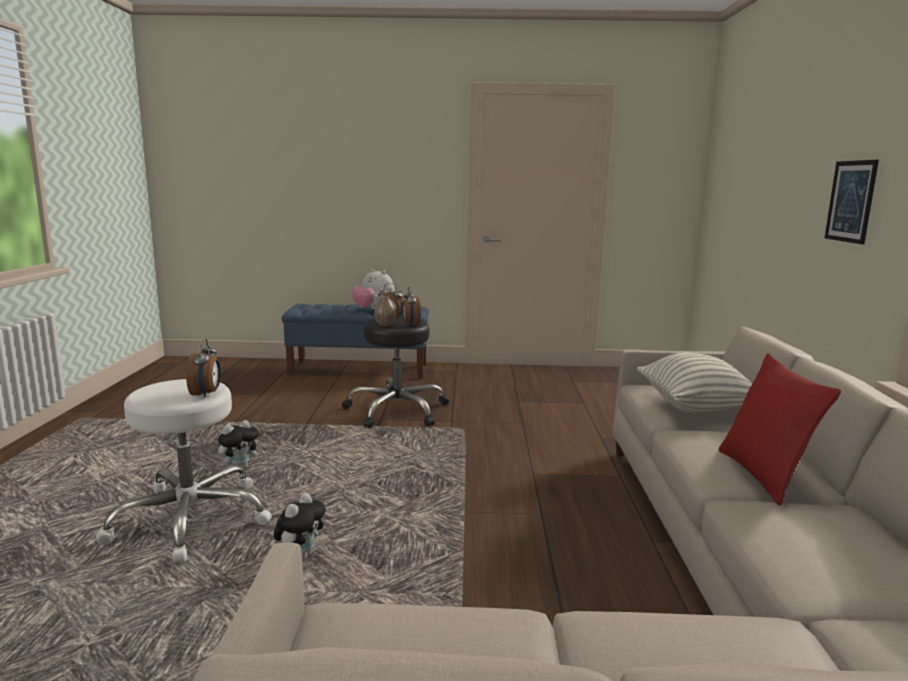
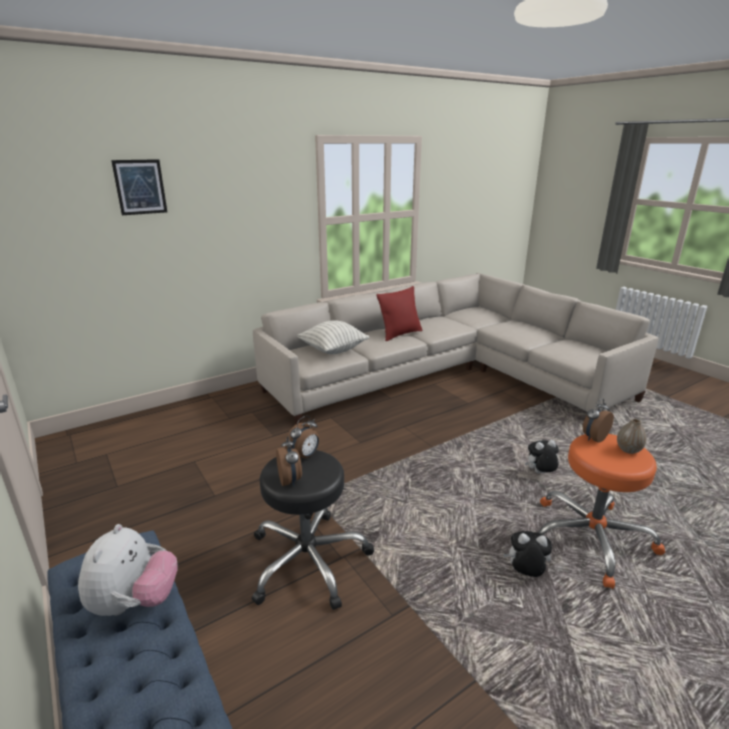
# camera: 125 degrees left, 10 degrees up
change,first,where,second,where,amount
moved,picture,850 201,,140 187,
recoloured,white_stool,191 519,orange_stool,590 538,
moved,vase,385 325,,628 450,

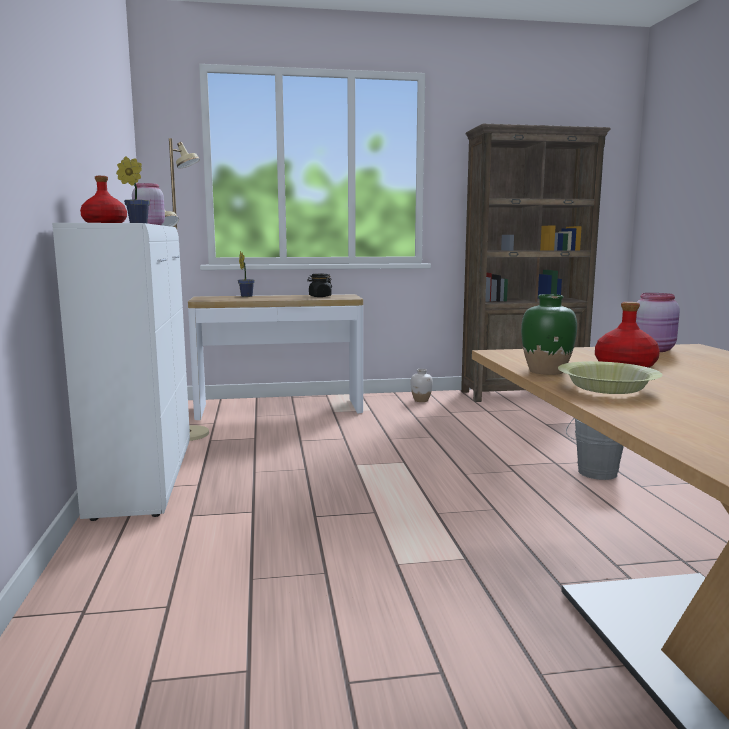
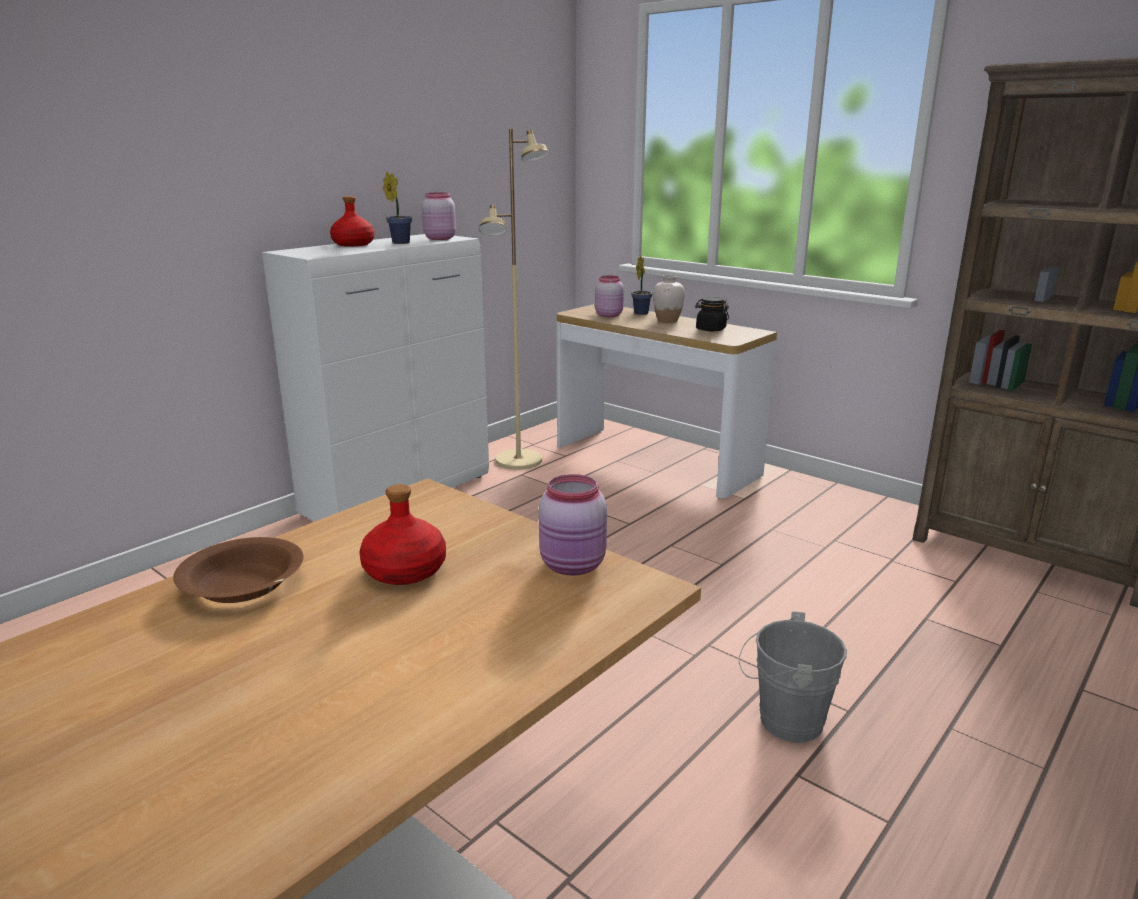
# camera: 50 degrees right, 10 degrees up
change,first,where,second,where,amount
recoloured,yellow_bowl,607 389,brown_bowl,243 585,
added,,,pink_jar,609 315,
moved,white_vase,421 400,,667 321,
removed,green_vase,546 371,,,

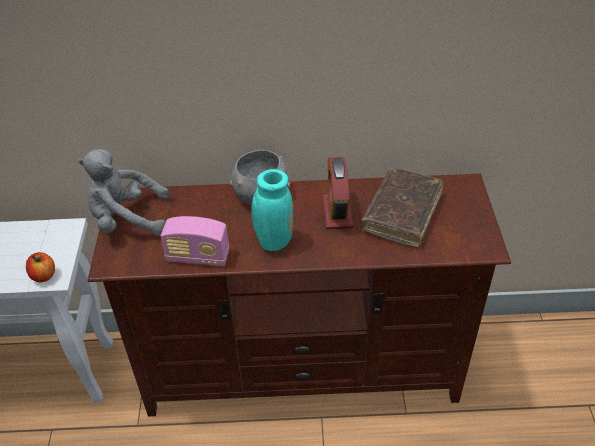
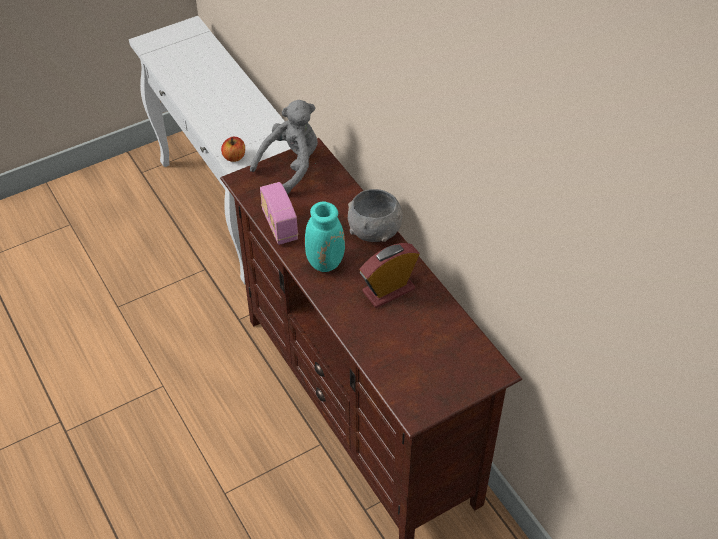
# camera: 60 degrees right, 5 degrees up
change,first,where,second,where,amount
turned,grey_plush_toy,127 220,,291 166,75 degrees clockwise
removed,brown_book,402 213,,,

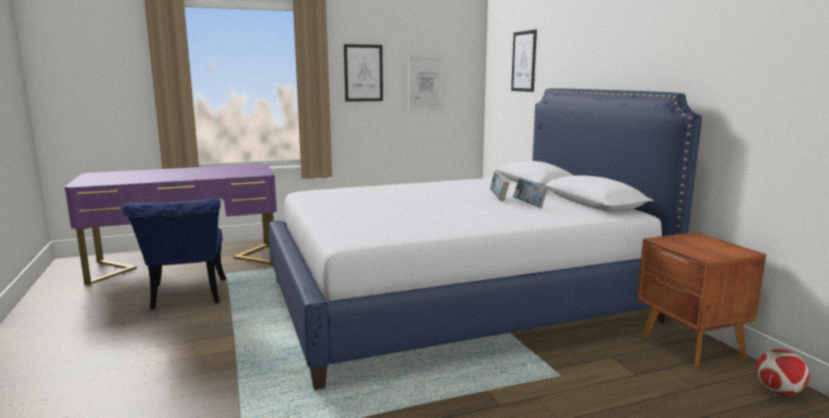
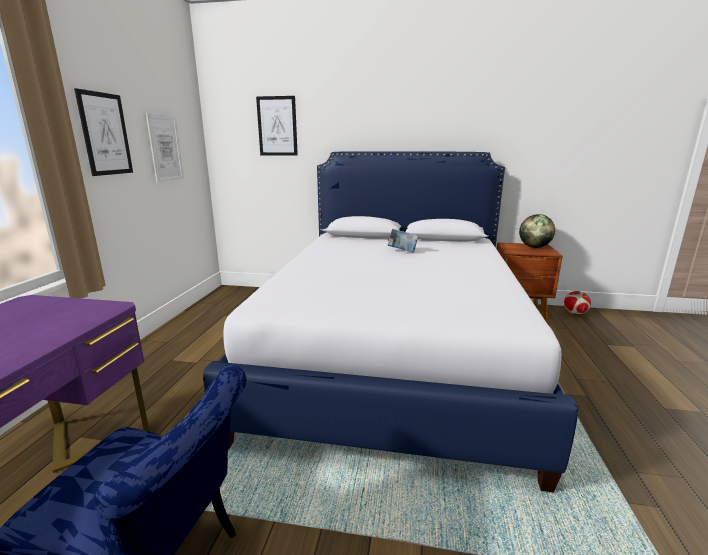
# camera: 60 degrees left, 5 degrees up
change,first,where,second,where,amount
added,,,globe,534 247,
removed,book,529 205,,,

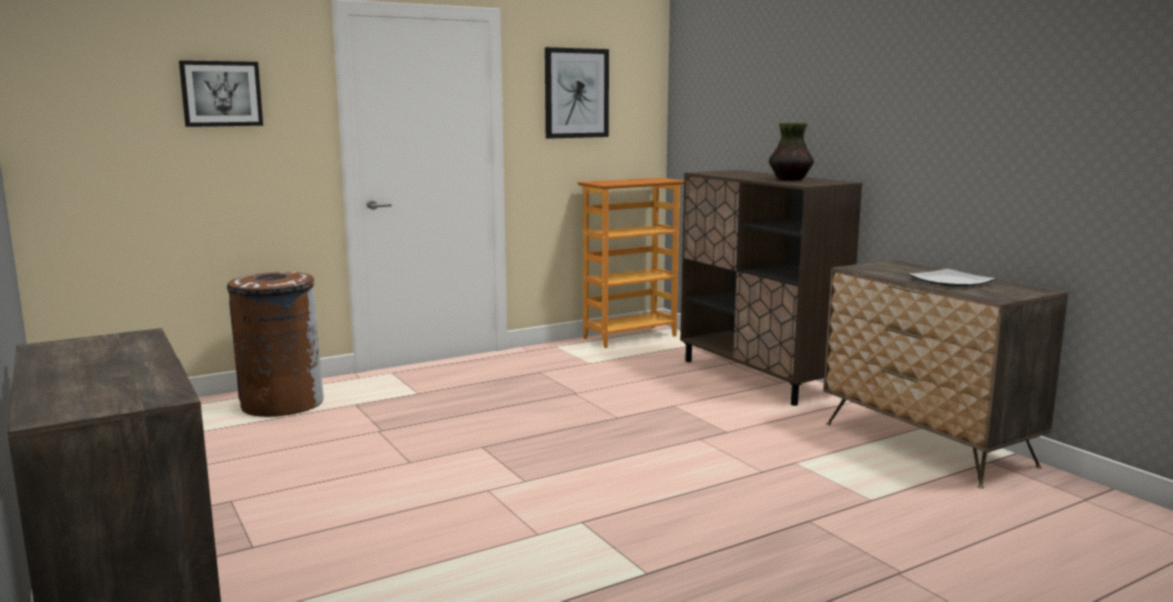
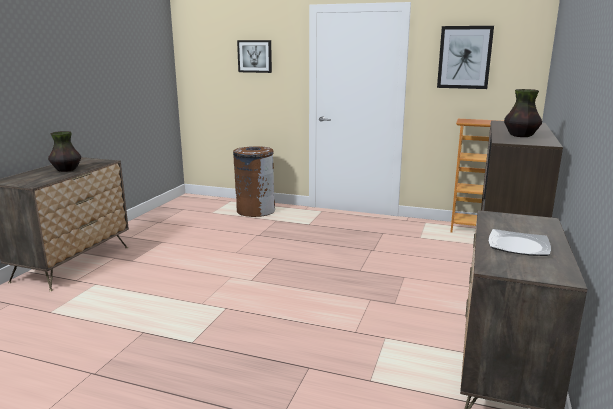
# camera: 50 degrees right, 5 degrees up
change,first,where,second,where,amount
added,,,vase,66 170,

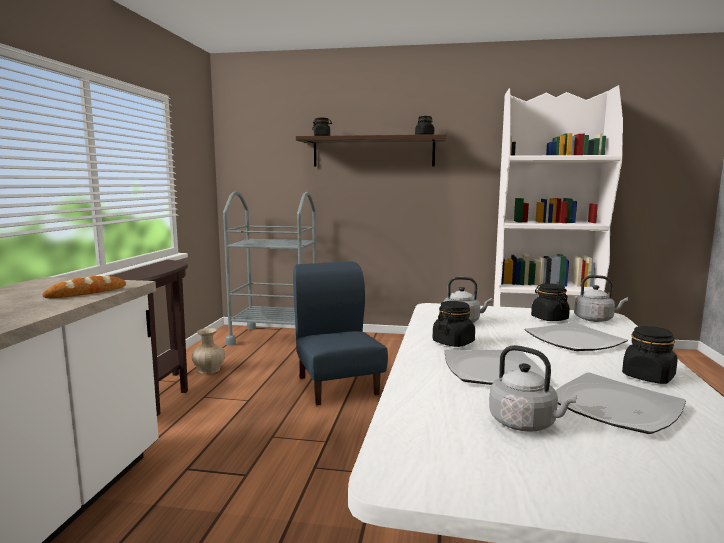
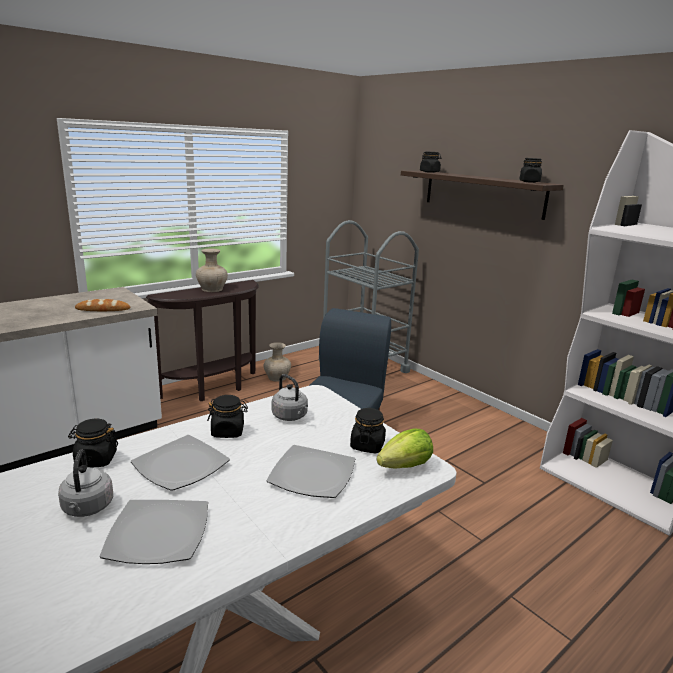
# camera: 40 degrees right, 10 degrees up
change,first,where,second,where,amount
moved,black_jar,648 377,,96 459,
added,,,beige_vase,212 289,
replaced,grey_kettle,595 319,lettuce,405 466,

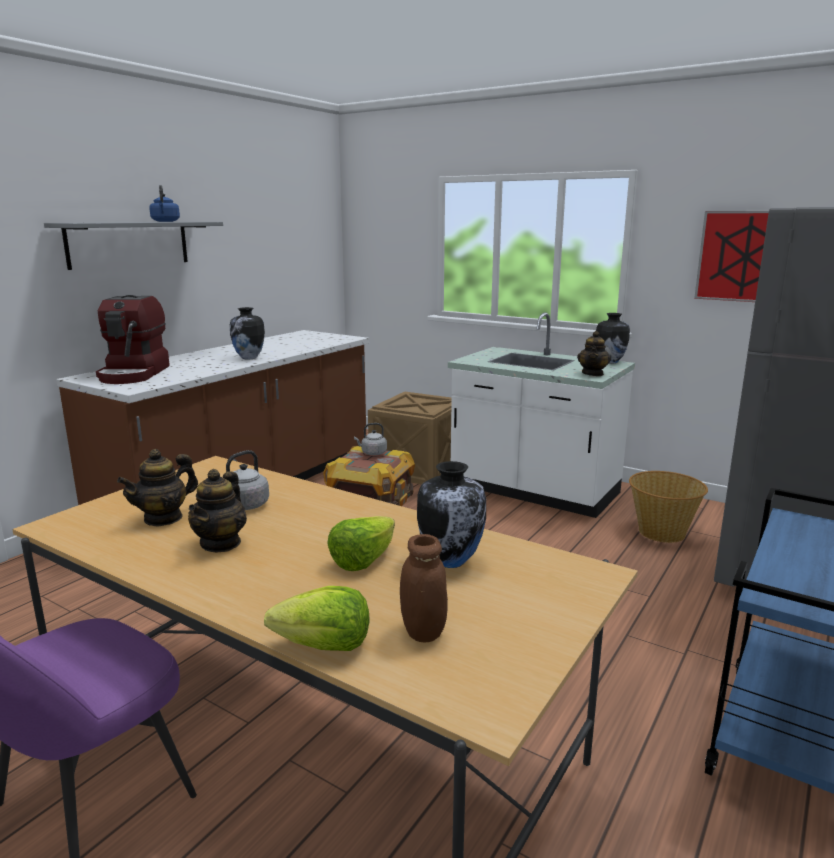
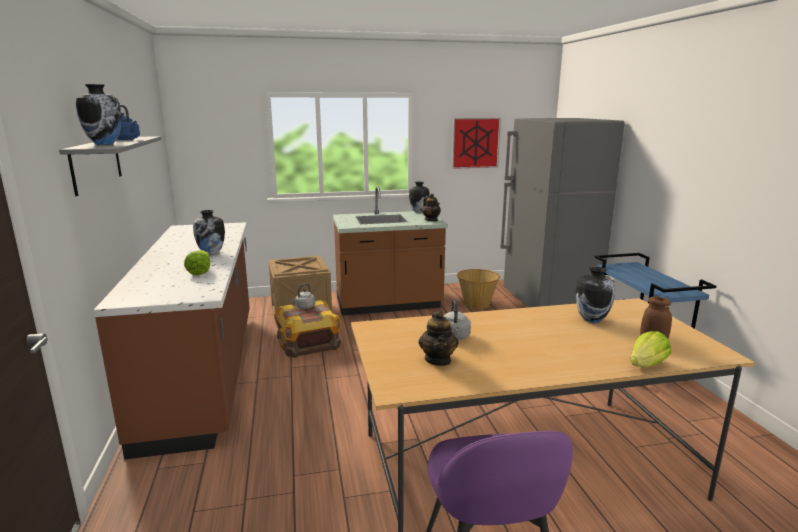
# camera: 45 degrees left, 0 degrees up
change,first,where,second,where,amount
added,,,vase,105 144,
moved,lettuce,363 560,,200 272,
recoloured,white_counter,534 491,brown_counter,388 304,
removed,coffee_machine,135 374,,,
removed,teapot,221 543,,,

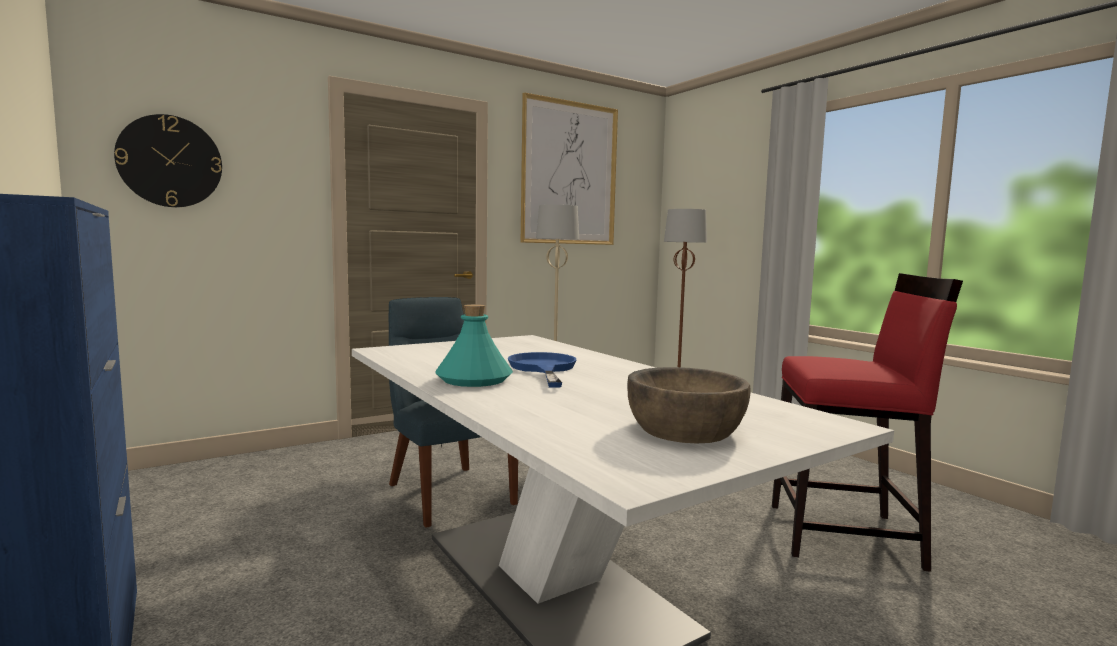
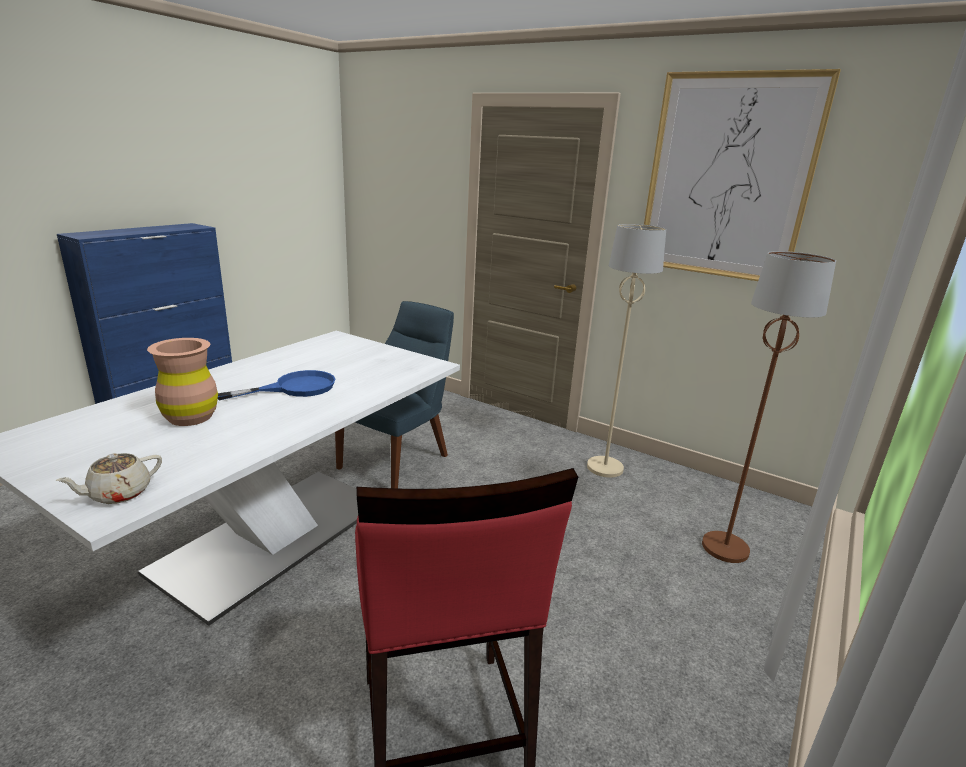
# camera: 65 degrees right, 15 degrees up
change,first,where,second,where,amount
added,,,beige_teapot,118 494,
added,,,brown_vase,190 417,
removed,wall_clock,170 161,,,
removed,turquoise_bottle,474 379,,,
removed,brown_bowl,684 429,,,

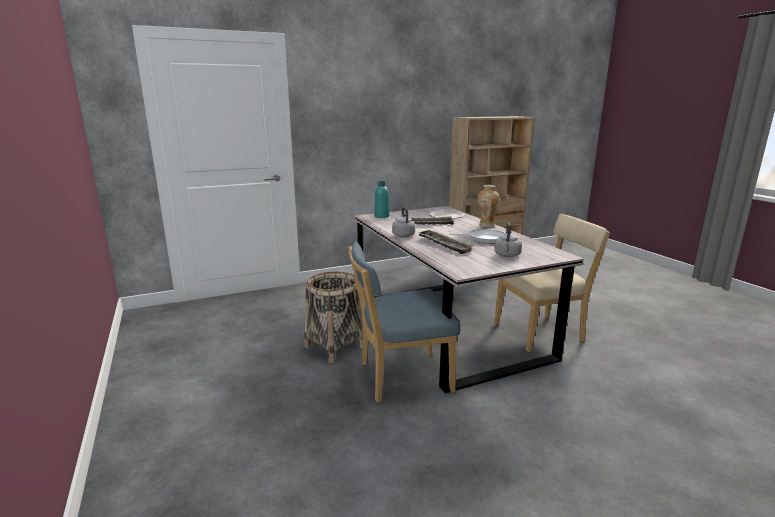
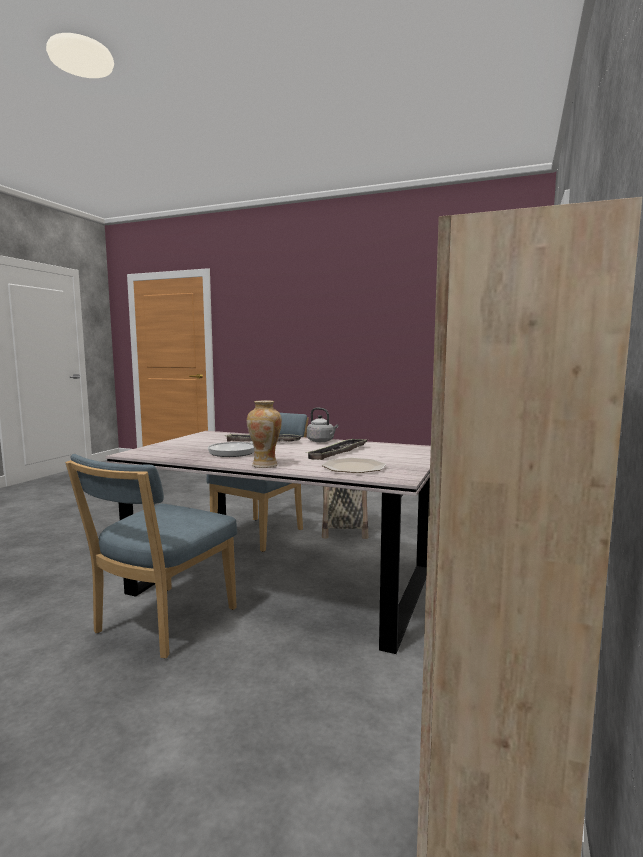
# camera: 135 degrees right, 10 degrees down
change,first,where,second,where,amount
recoloured,beige_chair,542 332,blue_chair,161 623,
removed,turquoise_bottle,381 216,,,
removed,grey_kettle,507 255,,,

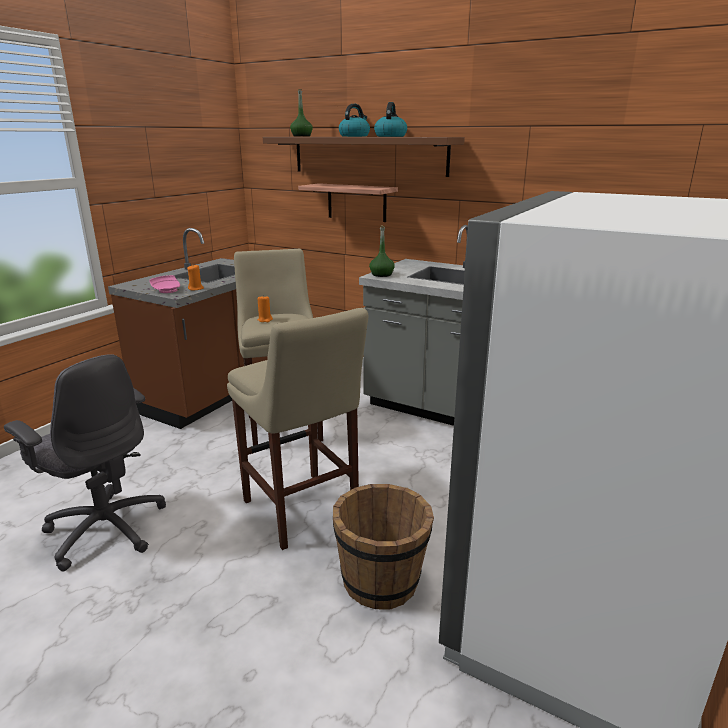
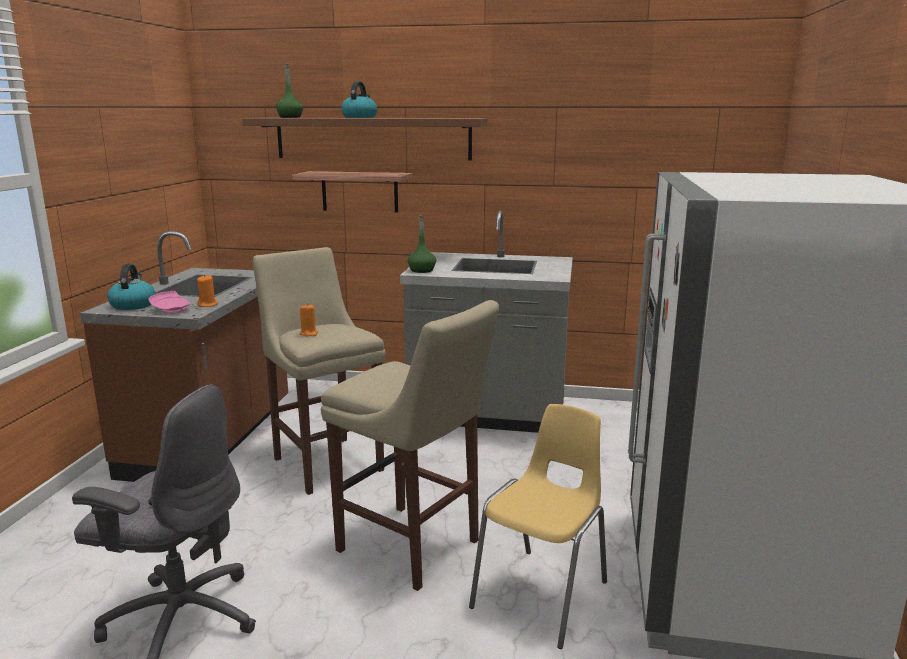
# camera: 20 degrees left, 5 degrees down
change,first,where,second,where,amount
moved,kettle,390 136,,133 305,
replaced,brown_bucket,381 580,yellow_chair,542 595,

